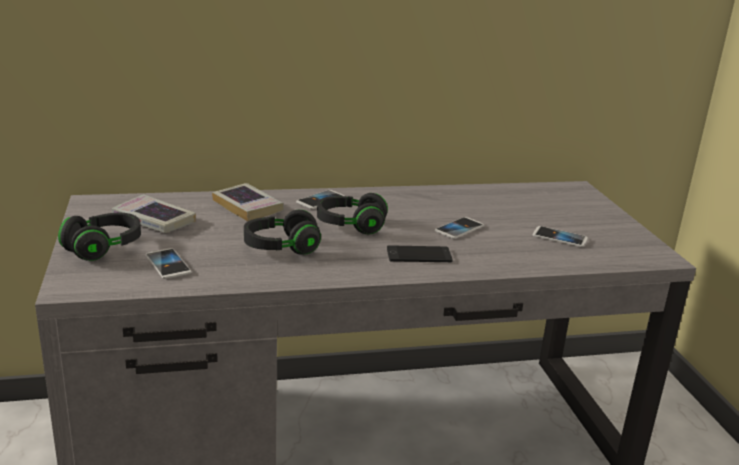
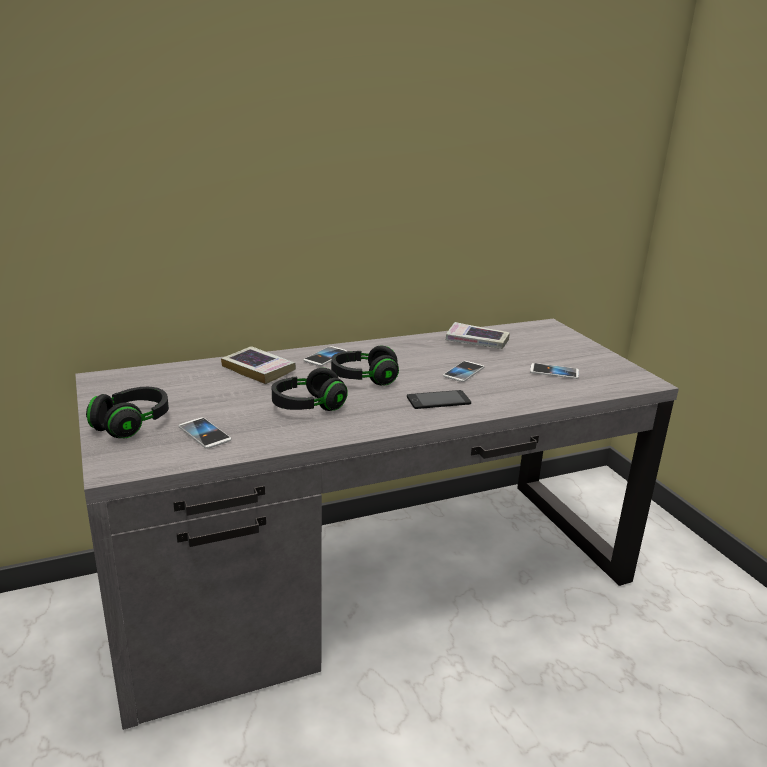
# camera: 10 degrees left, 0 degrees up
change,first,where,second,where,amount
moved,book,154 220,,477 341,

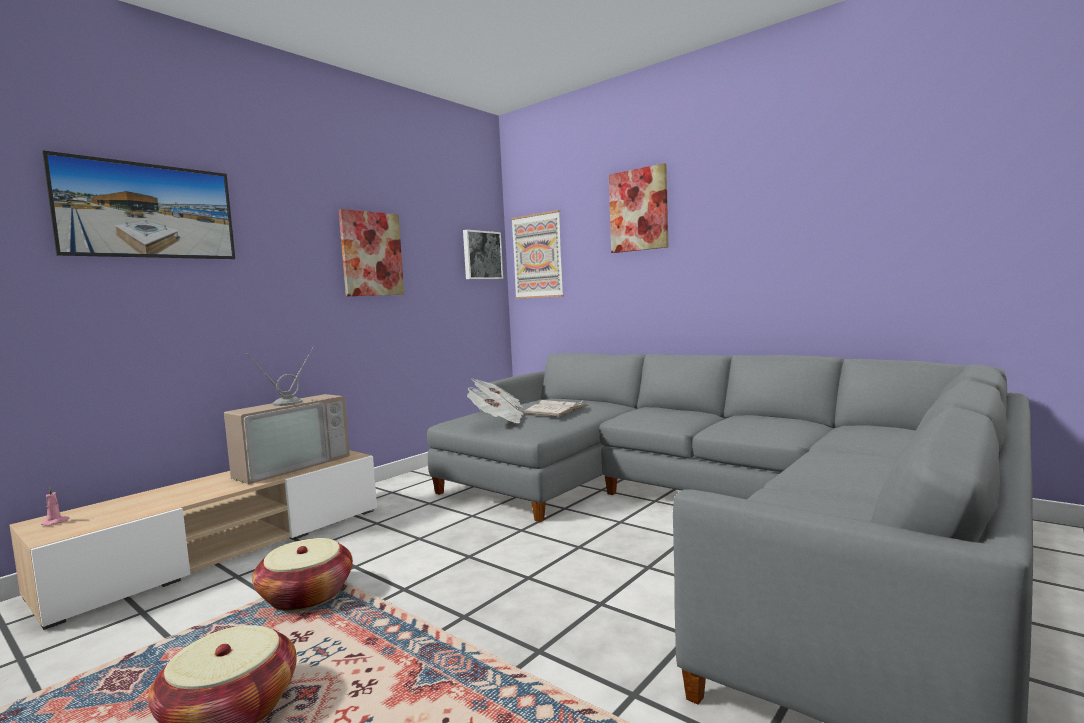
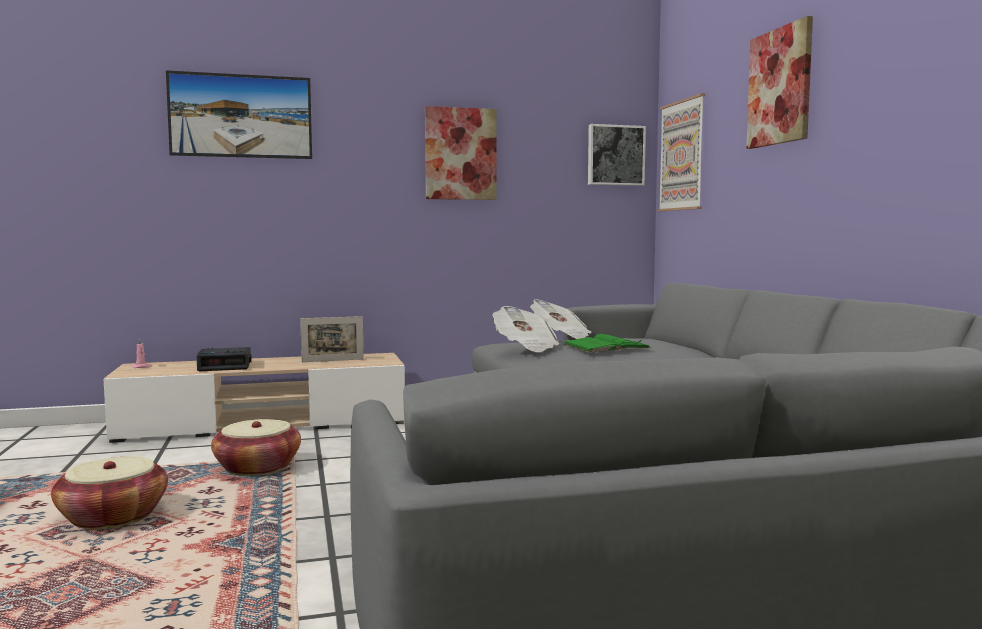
# camera: 35 degrees right, 0 degrees up
change,first,where,second,where,amount
added,,,alarm_clock,225 366,
replaced,television,290 465,picture_frame,332 360,
recoloured,white_book,556 409,green_book,606 346,

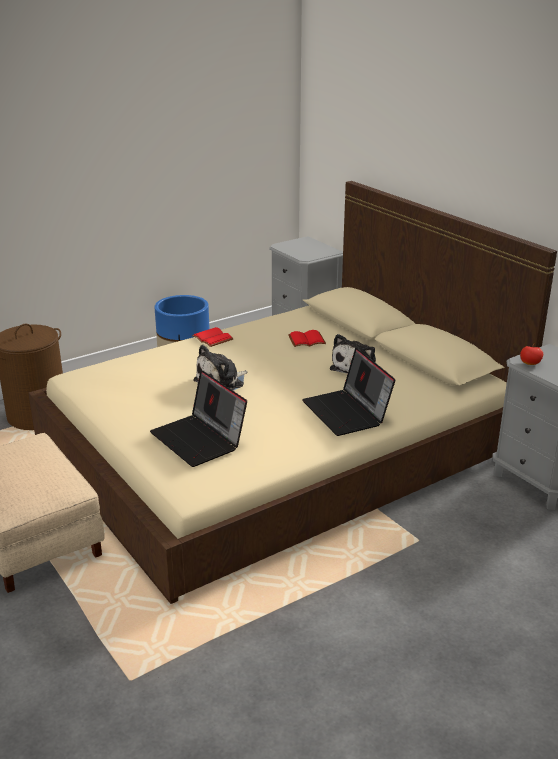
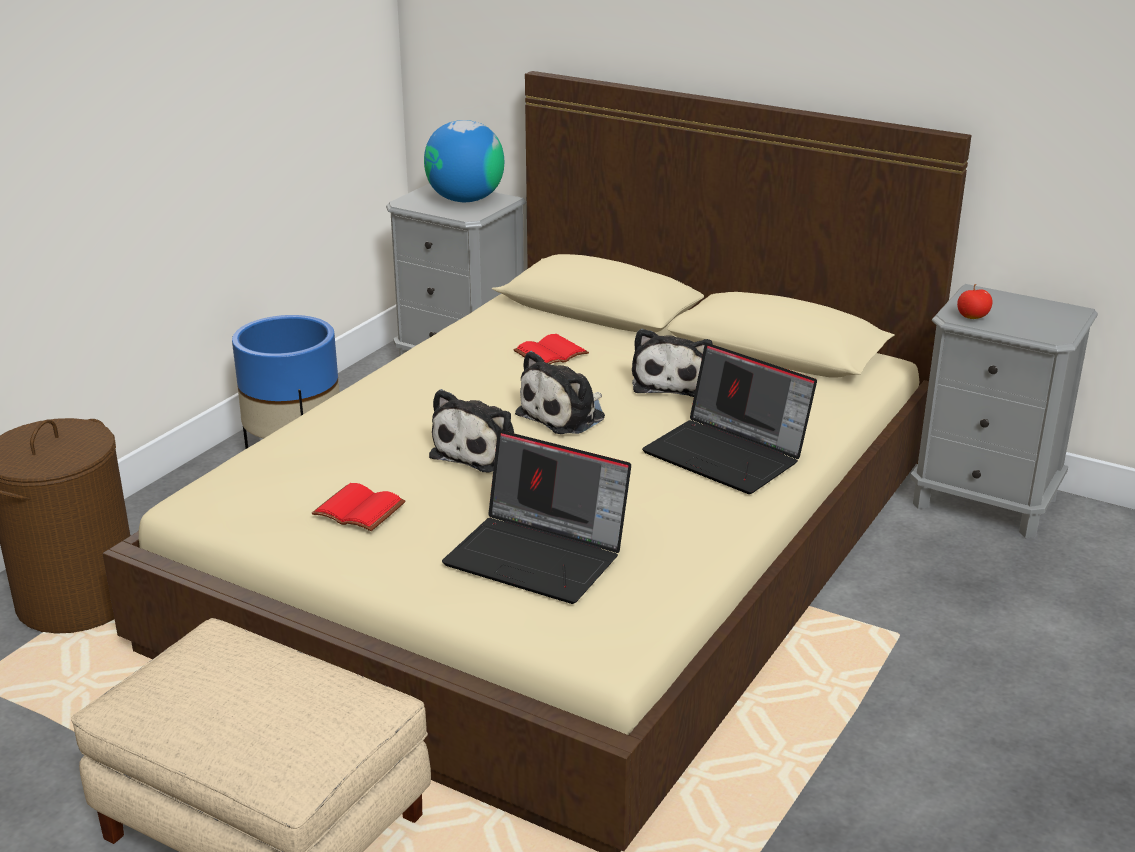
# camera: 25 degrees left, 0 degrees up
change,first,where,second,where,amount
moved,red_book,214 338,,361 509,
added,,,globe,465 199,
added,,,plush_toy,565 415,

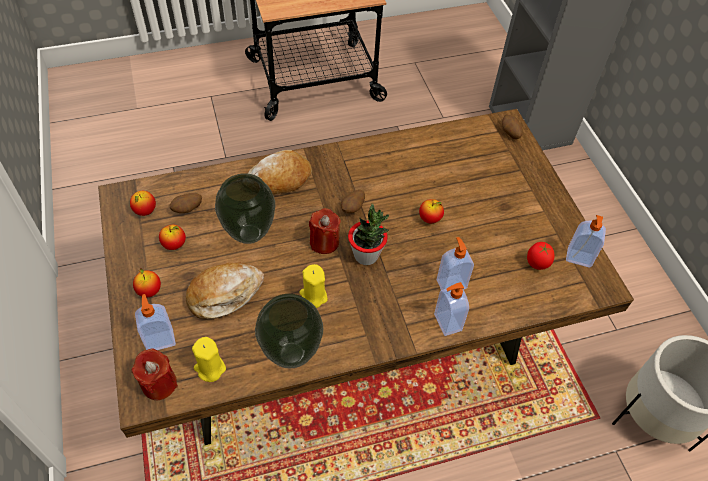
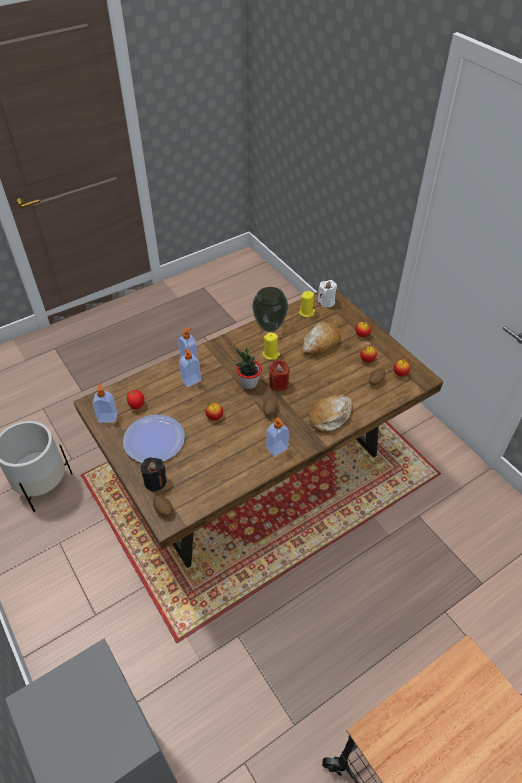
# camera: 165 degrees right, 5 degrees down
change,first,where,second,where,amount
added,,,plate,154 440,
added,,,black_candle,155 481,
moved,soap_dispenser,160 340,,277 449,
recoloured,red_candle,159 384,white_candle,326 302,
removed,vase,248 234,,,

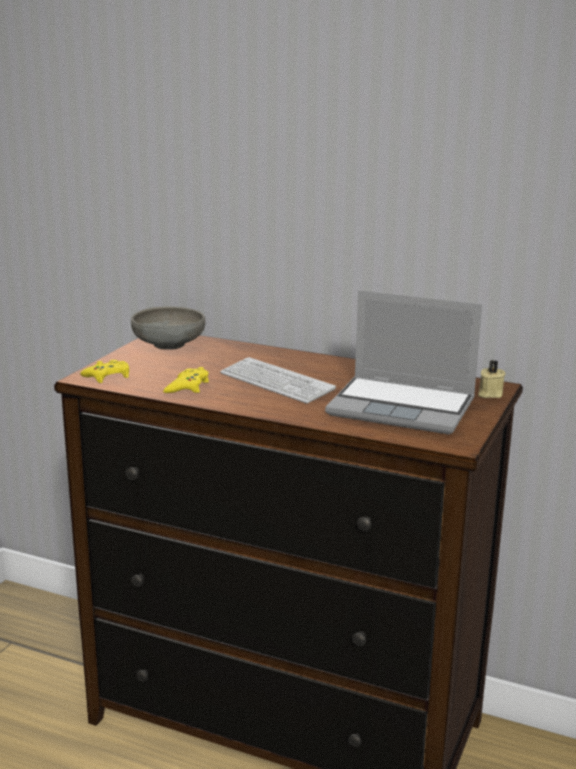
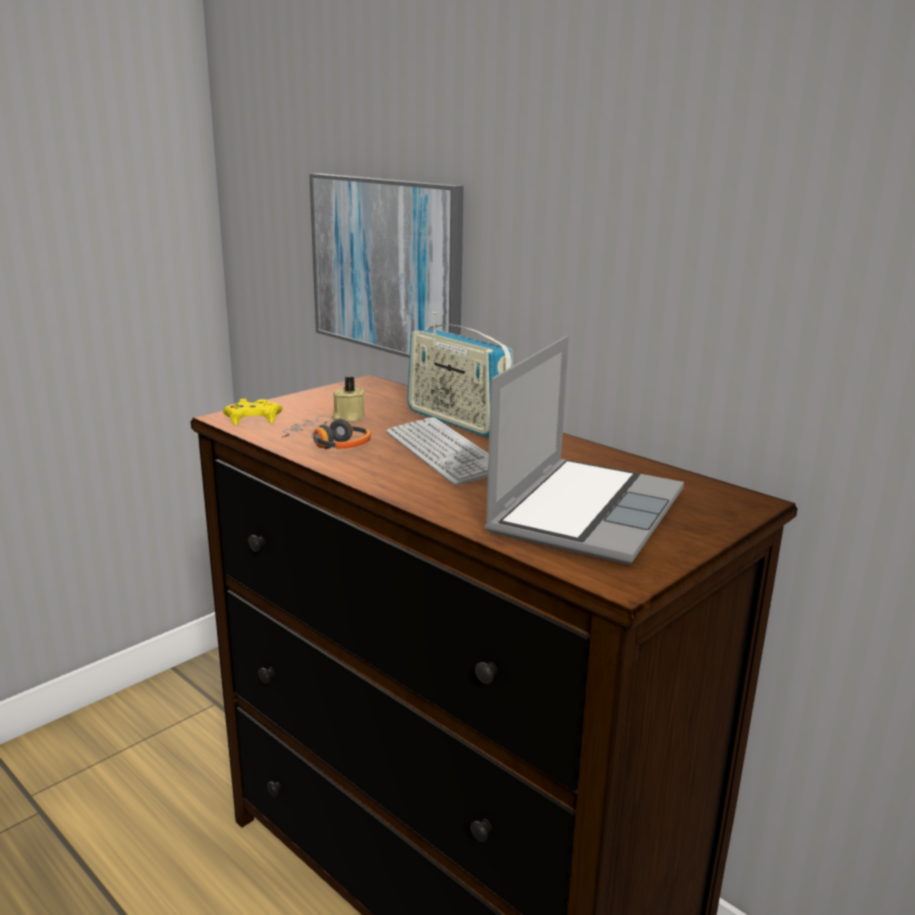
# camera: 20 degrees right, 0 degrees up
change,first,where,second,where,amount
replaced,yellow_game_controller,187 387,headphones,329 443,
added,,,picture,387 266,
moved,beige_candle,489 394,,348 417,
added,,,radio,458 420,
turned,laptop,404 407,,585 511,105 degrees counterclockwise
removed,grey_bowl,168 345,,,

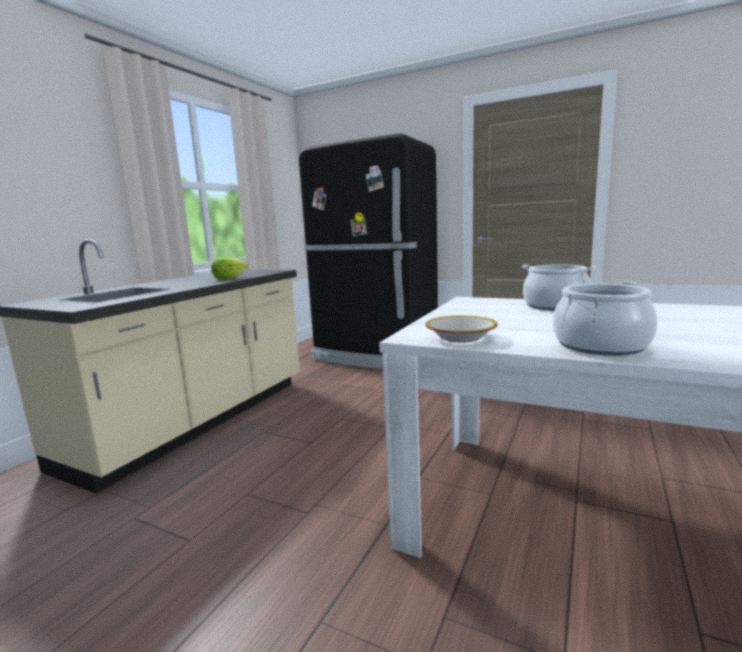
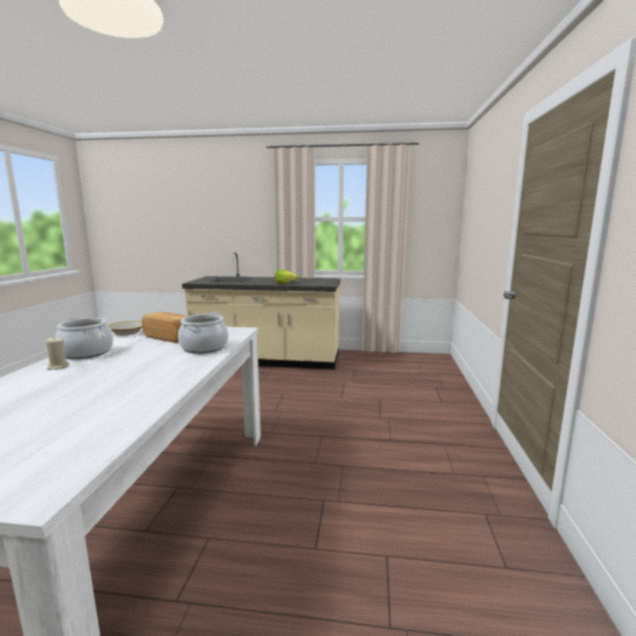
# camera: 70 degrees right, 0 degrees up
change,first,where,second,where,amount
added,,,beige_candle,58 367,
added,,,bread,169 337,
removed,black_fridge,375 355,,,

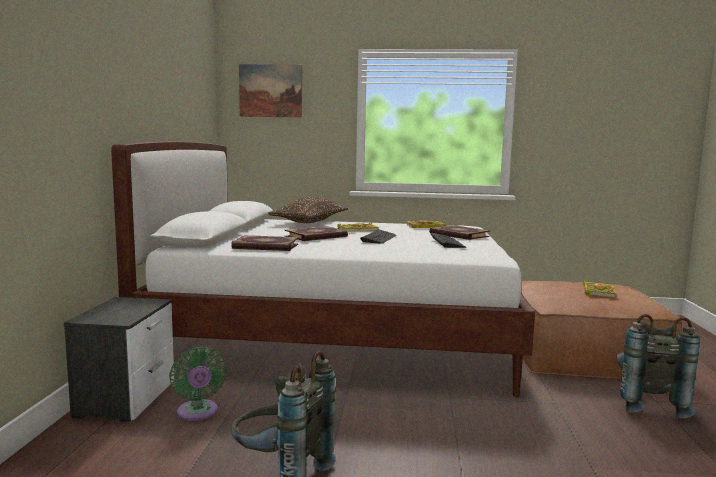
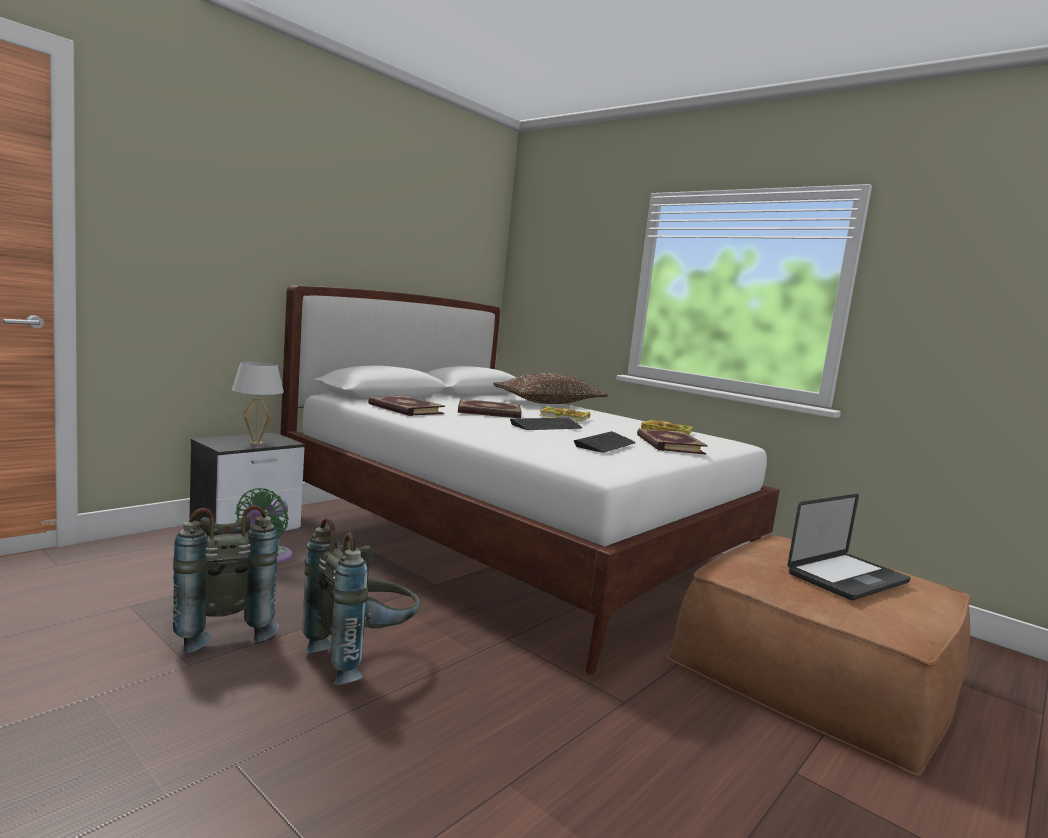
# camera: 35 degrees right, 0 degrees up
change,first,where,second,where,amount
added,,,white_table_lamp,255 443,
moved,grey_backpack,647 403,,361 657,
replaced,book,598 292,laptop,848 578,
removed,picture,270 91,,,

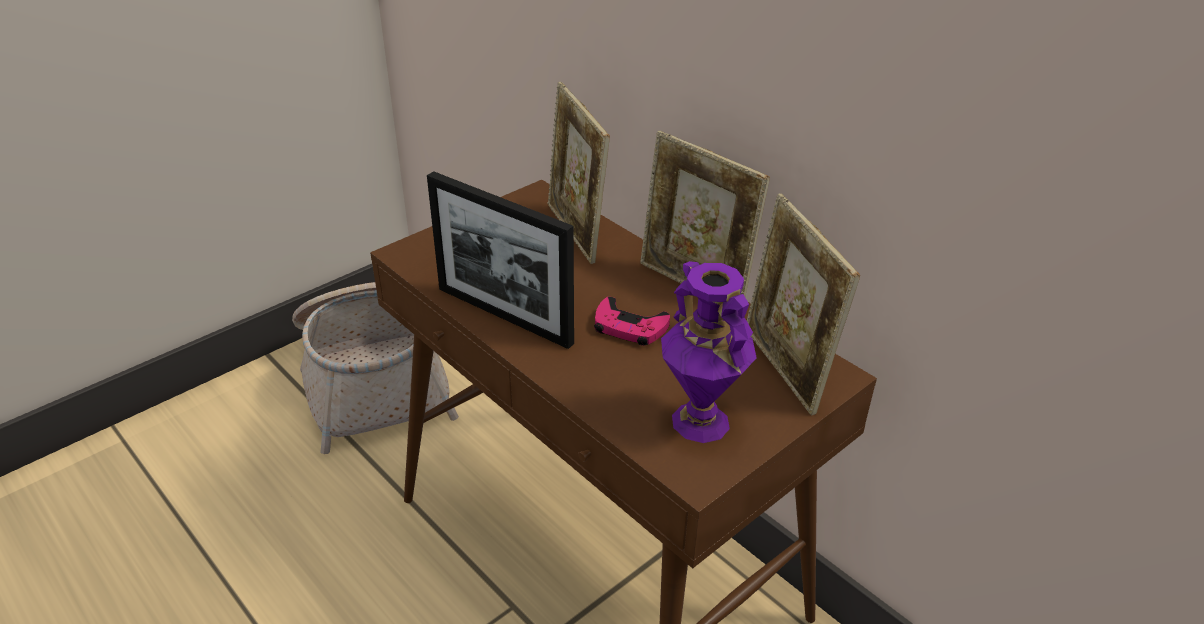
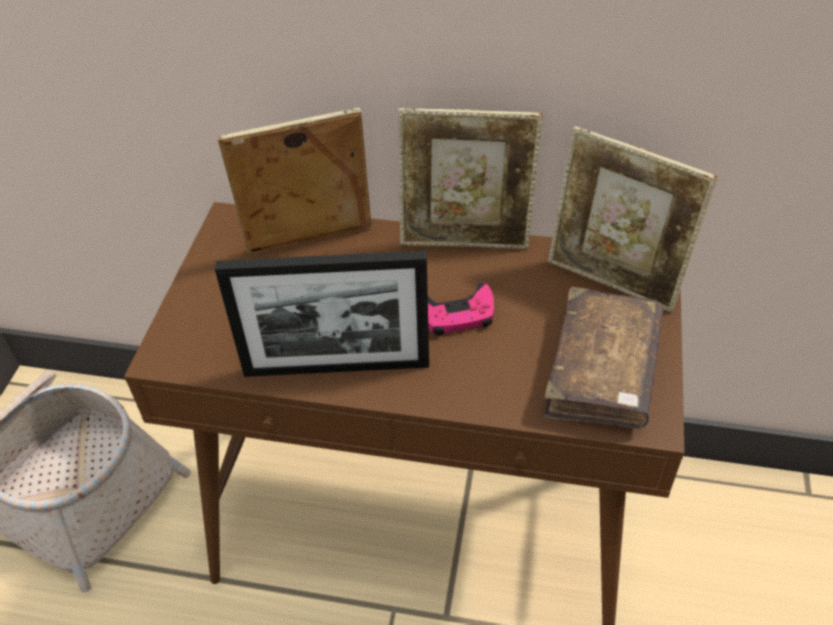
# camera: 35 degrees left, 10 degrees up
change,first,where,second,where,amount
turned,picture_frame,576 233,,309 243,135 degrees clockwise
replaced,purple_vase,699 422,brown_book,602 371,

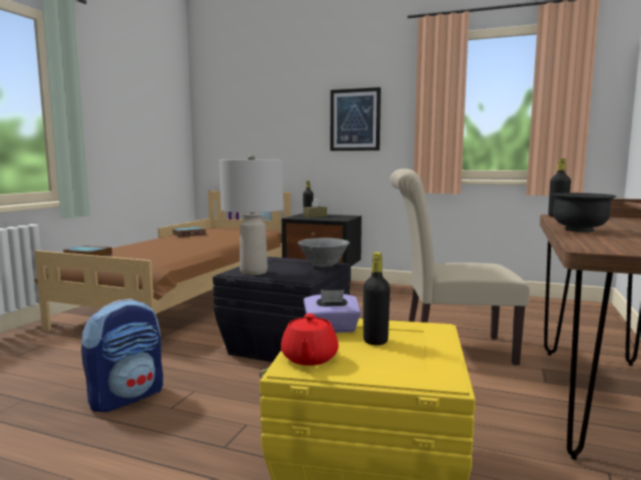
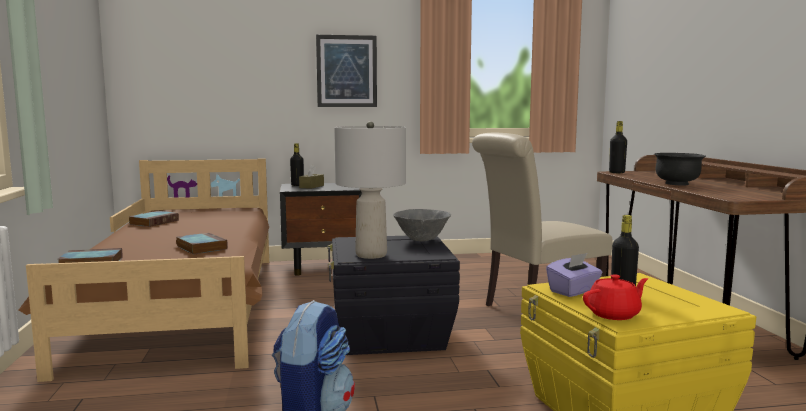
# camera: 30 degrees left, 0 degrees up
change,first,where,second,where,amount
added,,,book,200 247,
turned,red_teapot,309 358,,614 314,90 degrees counterclockwise

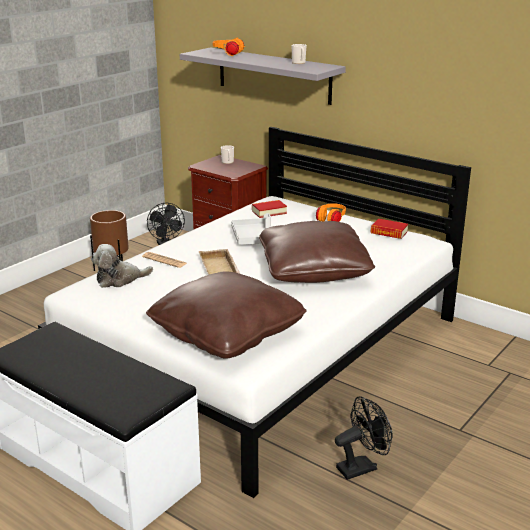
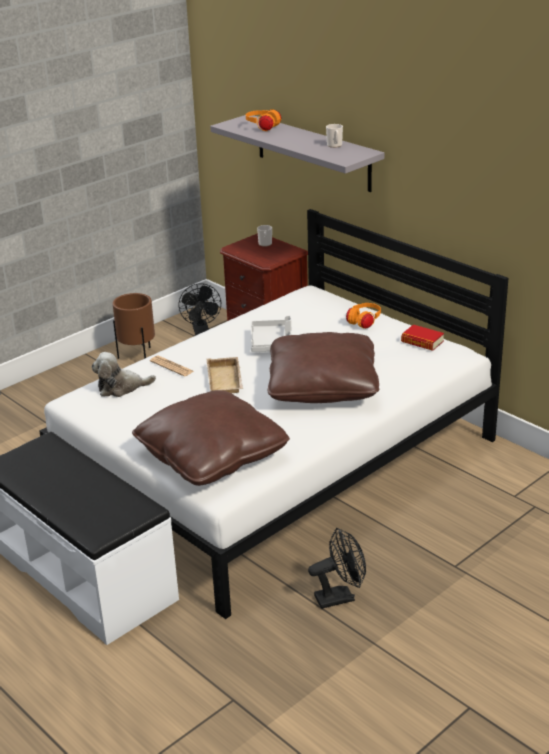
# camera: 10 degrees right, 5 degrees up
change,first,where,second,where,amount
removed,book,269 212,,,

